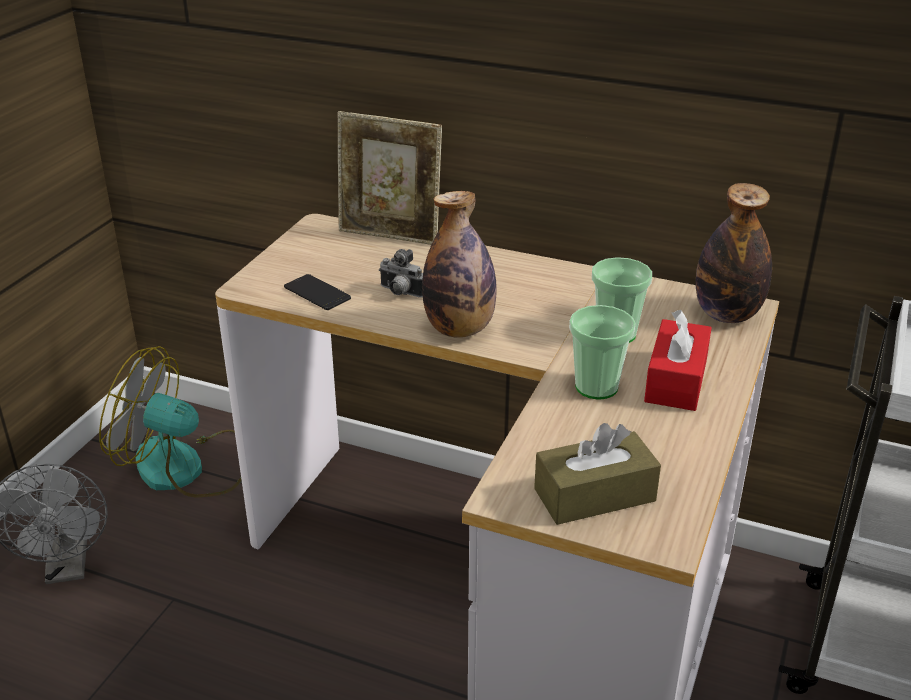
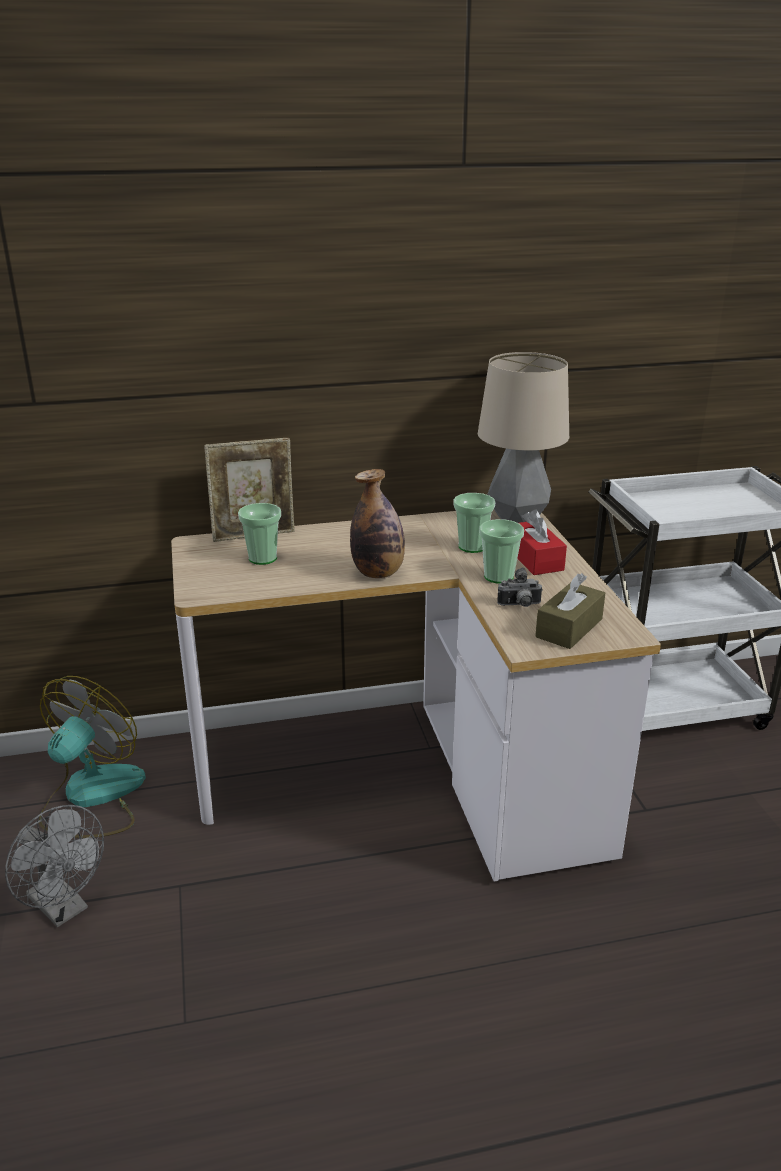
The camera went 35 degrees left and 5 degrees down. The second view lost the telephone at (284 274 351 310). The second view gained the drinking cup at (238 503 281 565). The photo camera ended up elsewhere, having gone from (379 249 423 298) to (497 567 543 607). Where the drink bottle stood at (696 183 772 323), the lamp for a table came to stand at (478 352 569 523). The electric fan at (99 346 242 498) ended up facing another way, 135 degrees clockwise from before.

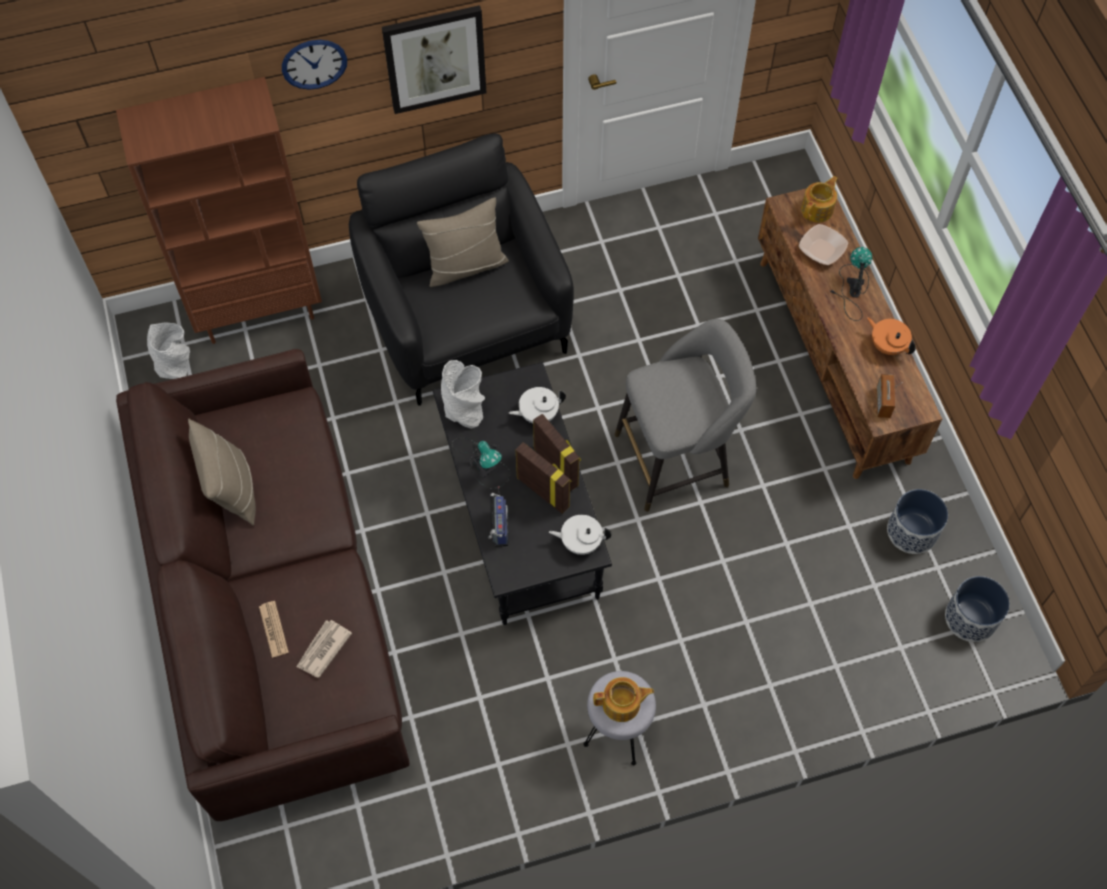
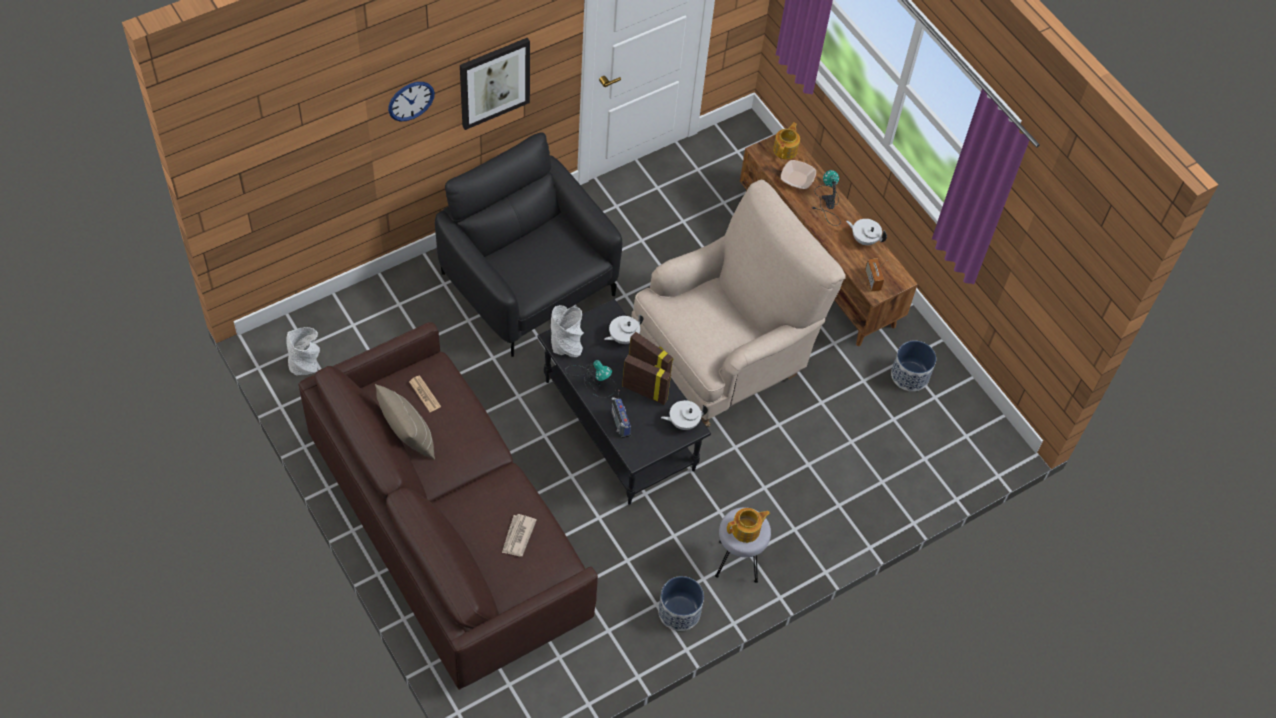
The camera went 20 degrees left and 5 degrees down. The second view lost the brownish shelving unit at (116 77 322 344). The second view lost the sand-coloured throw pillow at (417 197 509 287). The printed paper ended up elsewhere, having gone from (259 601 289 658) to (409 375 441 412). The flower pot ended up elsewhere, having gone from (945 576 1010 642) to (658 576 704 631). Where the greyish stool seat stood at (614 319 756 512), the sand-coloured lounge chair came to stand at (631 179 846 427). What was the orange tea pot at (867 317 916 355) turned into the whitish tea pot at (846 219 887 245).

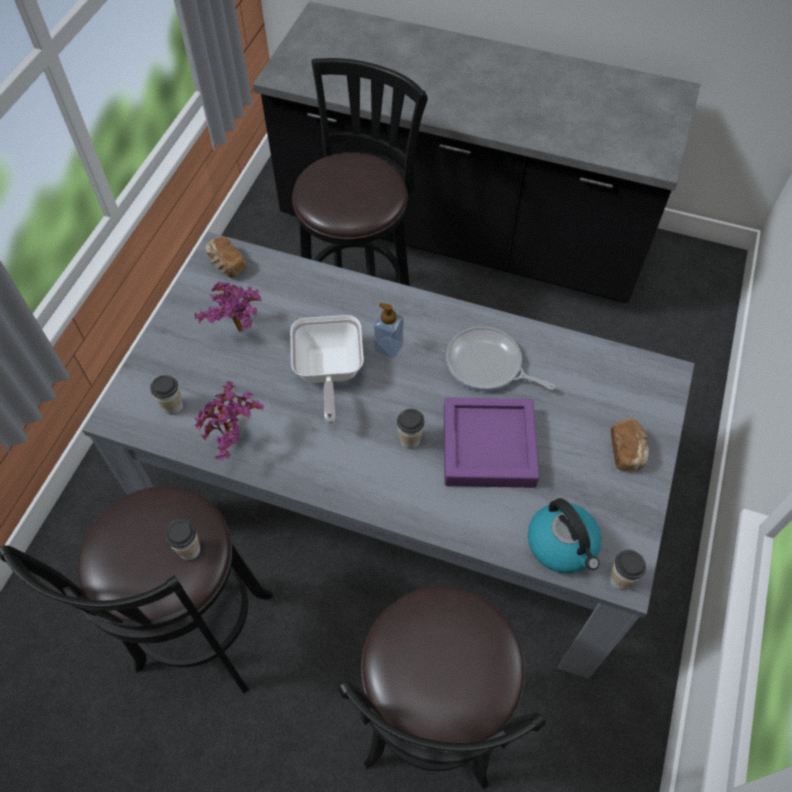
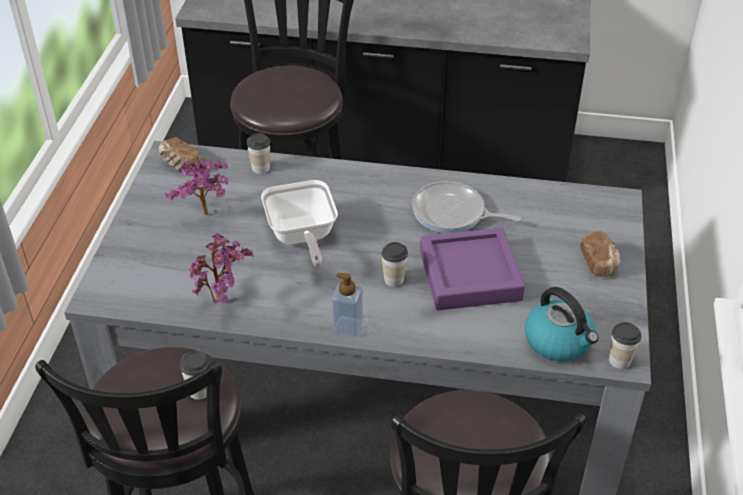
The camera went 10 degrees left and 15 degrees down. The drinking cup ended up elsewhere, having gone from (150 375 183 415) to (247 133 270 174). The soap dispenser ended up elsewhere, having gone from (374 303 403 358) to (332 273 363 337).

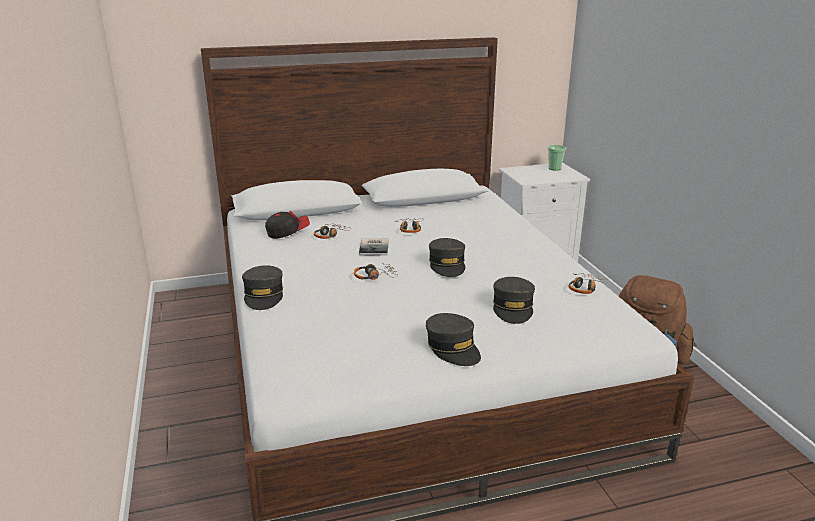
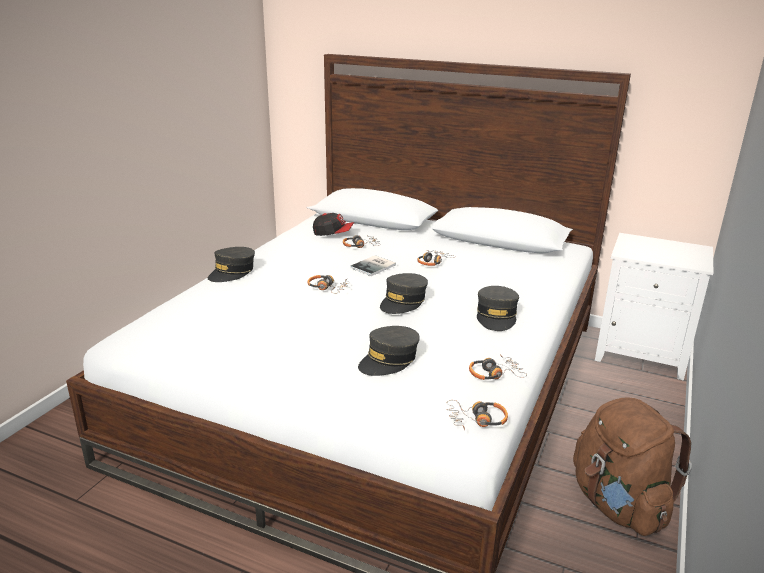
The camera went 40 degrees right and 0 degrees up. The second view lost the drinking cup at (548 145 566 171). The second view gained the pair of headphones at (446 400 508 430). The greyish cap ended up elsewhere, having gone from (426 313 481 366) to (477 286 519 331).

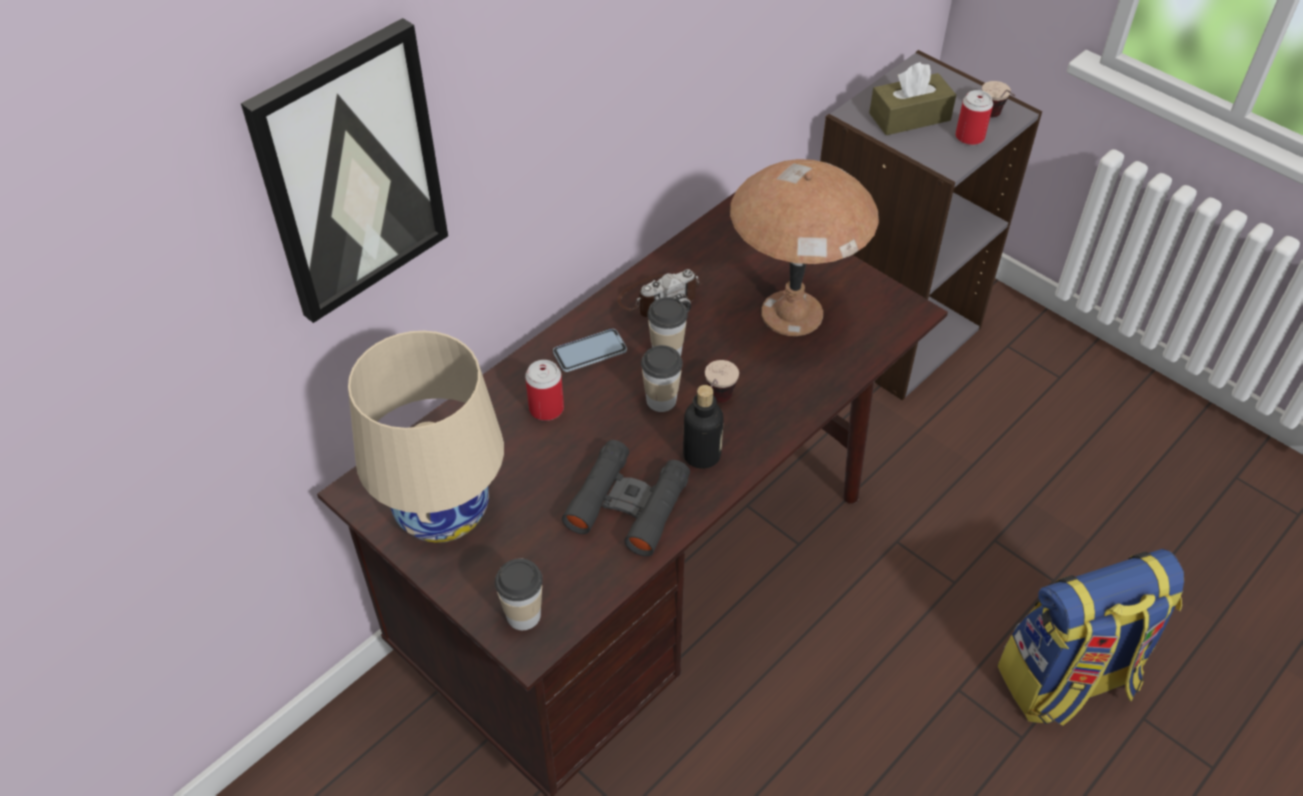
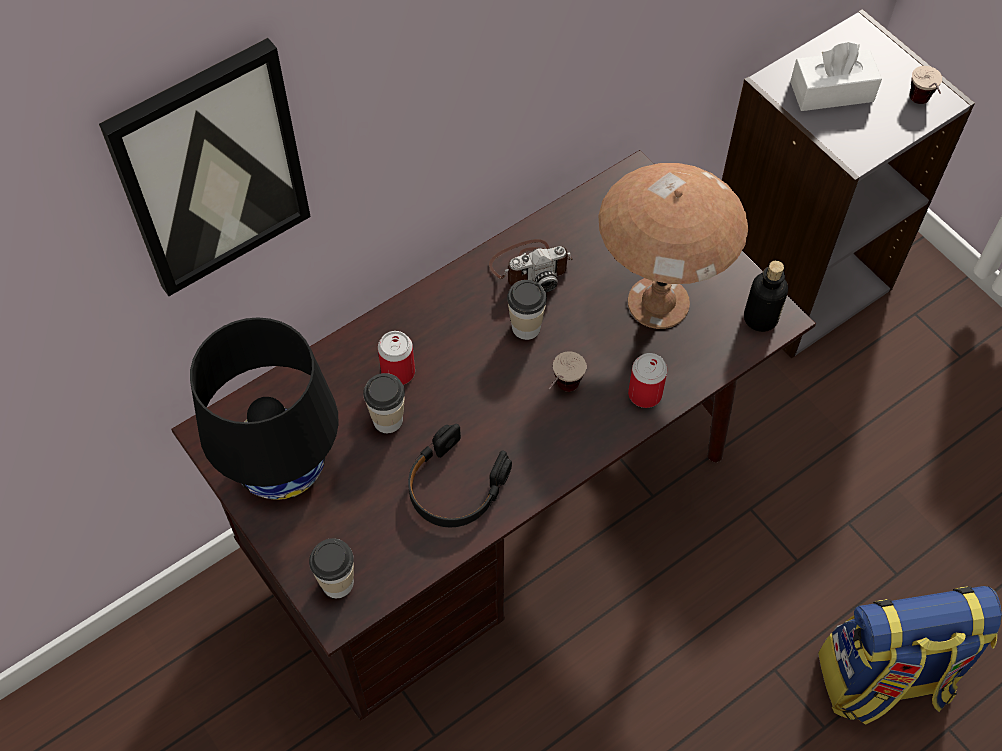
The camera went 10 degrees right and 10 degrees up. The second view lost the telephone at (553 329 627 372). The drinking cup ended up elsewhere, having gone from (641 345 683 412) to (363 373 405 433). The drink bottle ended up elsewhere, having gone from (683 385 724 469) to (744 261 788 332). The can ended up elsewhere, having gone from (955 90 993 145) to (628 353 667 408). Where the black-coloured pair of binoculars stood at (562 440 690 556), the black-coloured pair of headphones came to stand at (408 424 512 527). What was the sand-coloured lamp for a table at (348 331 504 543) turned into the black-coloured lamp for a table at (190 317 339 500). What was the brownish tissue box at (869 62 956 135) turned into the whitish tissue box at (790 42 882 111).

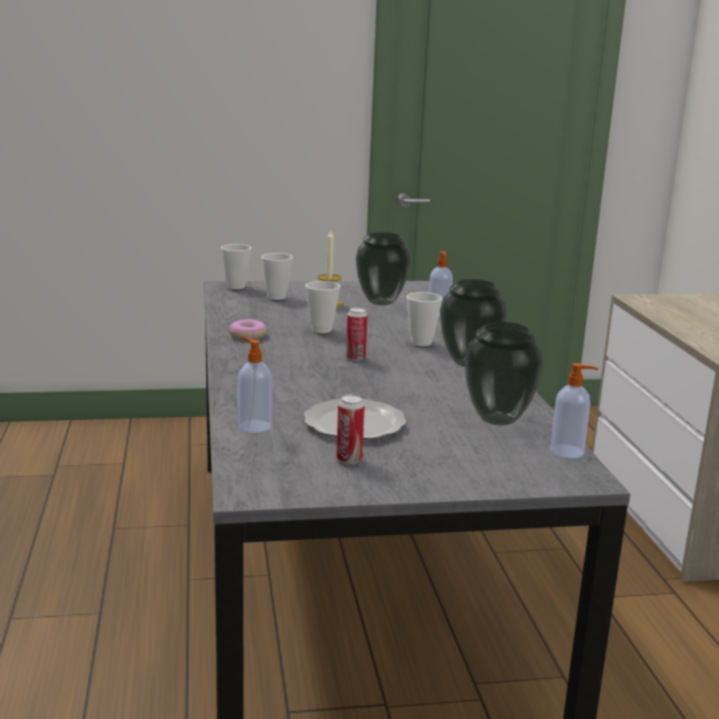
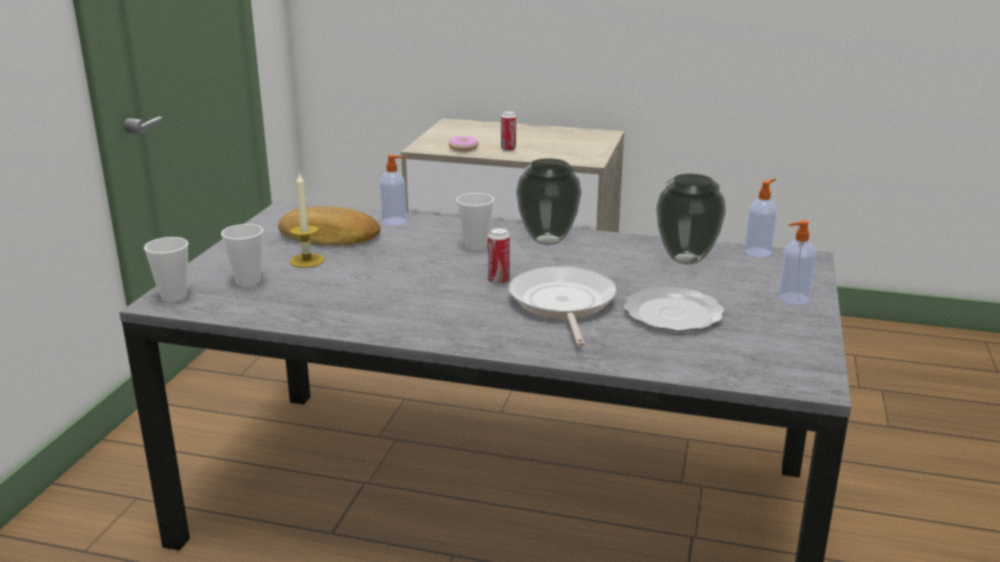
The camera went 65 degrees left and 5 degrees up. The second view lost the drinking cup at (305 281 340 333). The second view gained the pan at (509 266 617 347). The donut ended up elsewhere, having gone from (229 320 267 340) to (449 136 479 152). The soap dispenser ended up elsewhere, having gone from (238 337 272 433) to (779 220 816 305). The can ended up elsewhere, having gone from (336 395 365 464) to (501 111 516 151). Where the flower vase stood at (356 232 411 305), the bakery bread came to stand at (278 206 381 246).

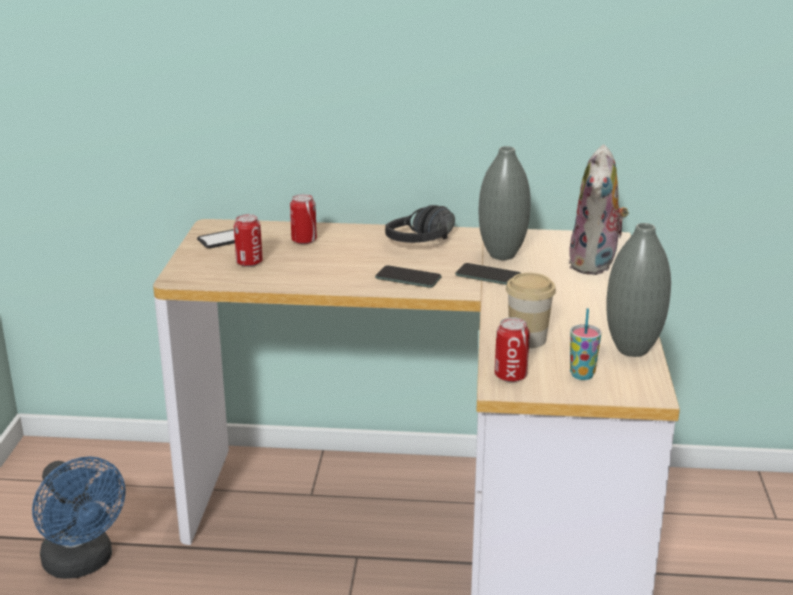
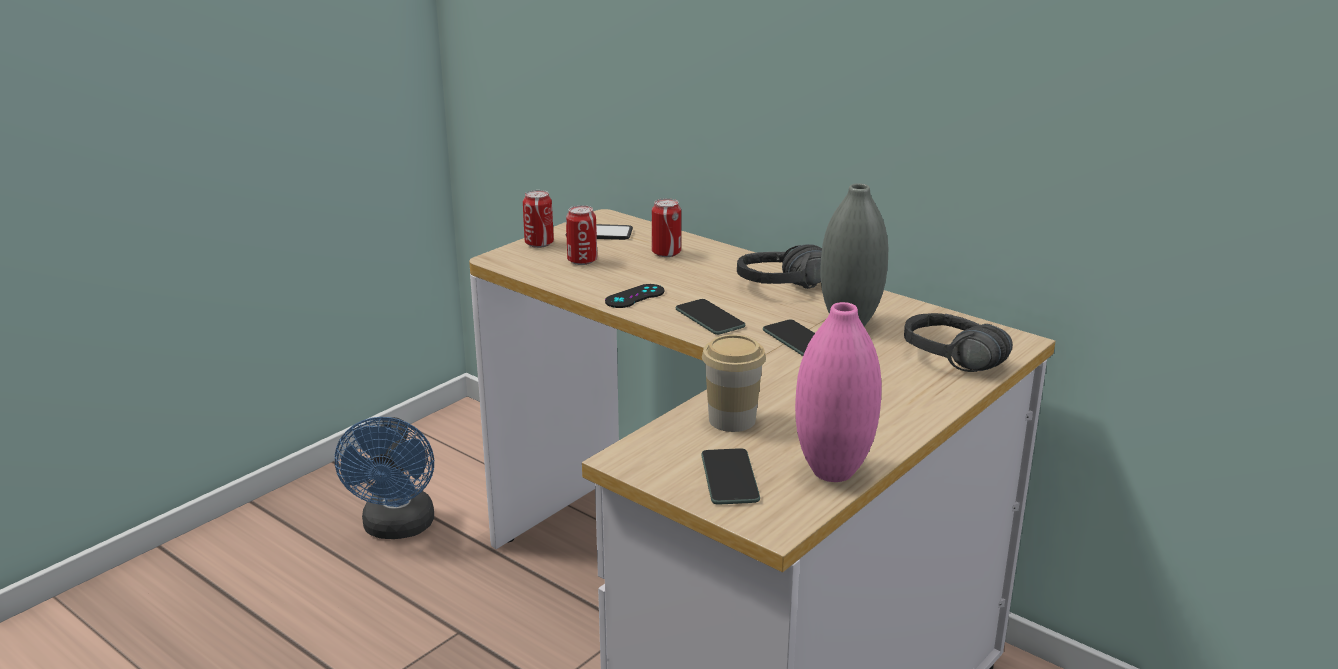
The camera went 35 degrees right and 0 degrees up. The second view gained the black-coloured joypad at (605 284 664 308). The can ended up elsewhere, having gone from (495 317 530 382) to (523 190 554 248). Where the plush toy stood at (568 144 629 275), the black-coloured pair of headphones came to stand at (904 313 1013 372). Where the drinking cup stood at (570 308 601 380), the telephone came to stand at (701 448 760 505). What was the greyish flower vase at (606 223 671 357) turned into the pinkish flower vase at (795 302 882 482).

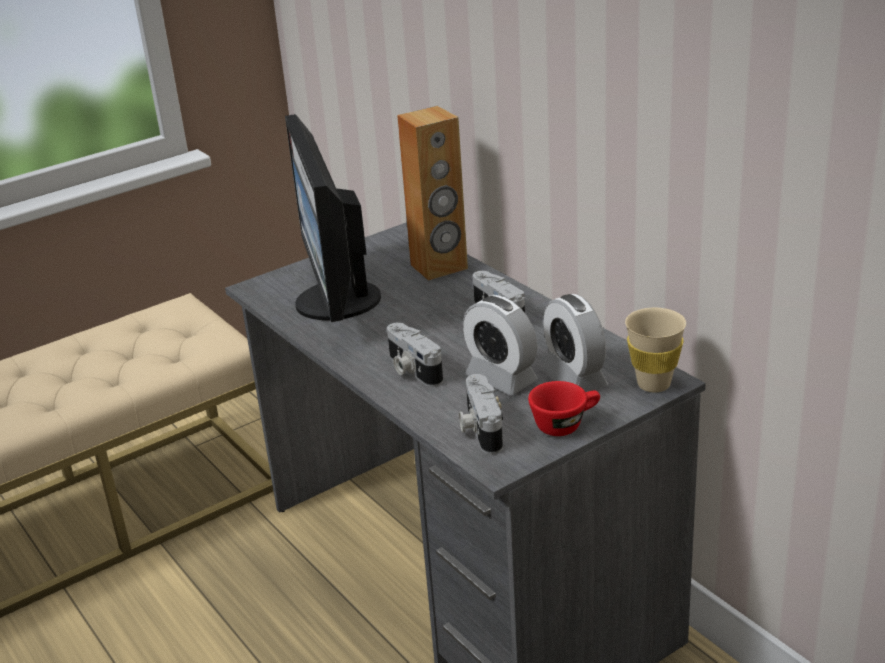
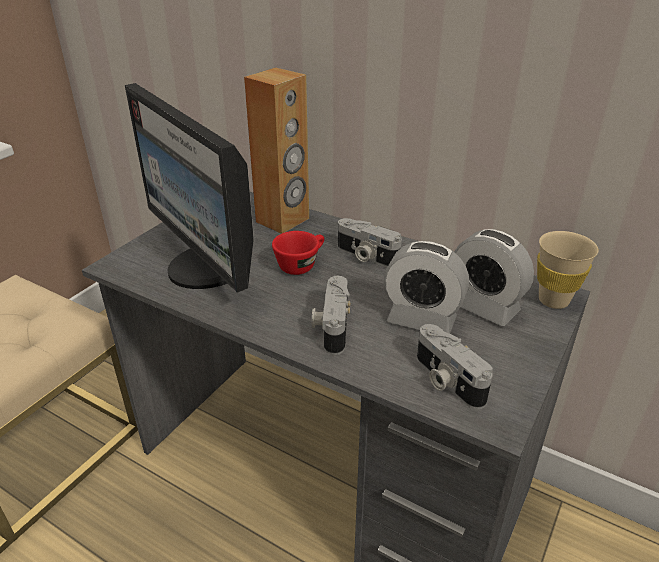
The camera went 25 degrees left and 5 degrees up. The red drinking cup ended up elsewhere, having gone from (528 381 600 436) to (272 231 324 275). The photo camera at (387 322 443 387) ended up facing another way, 60 degrees clockwise from before.

